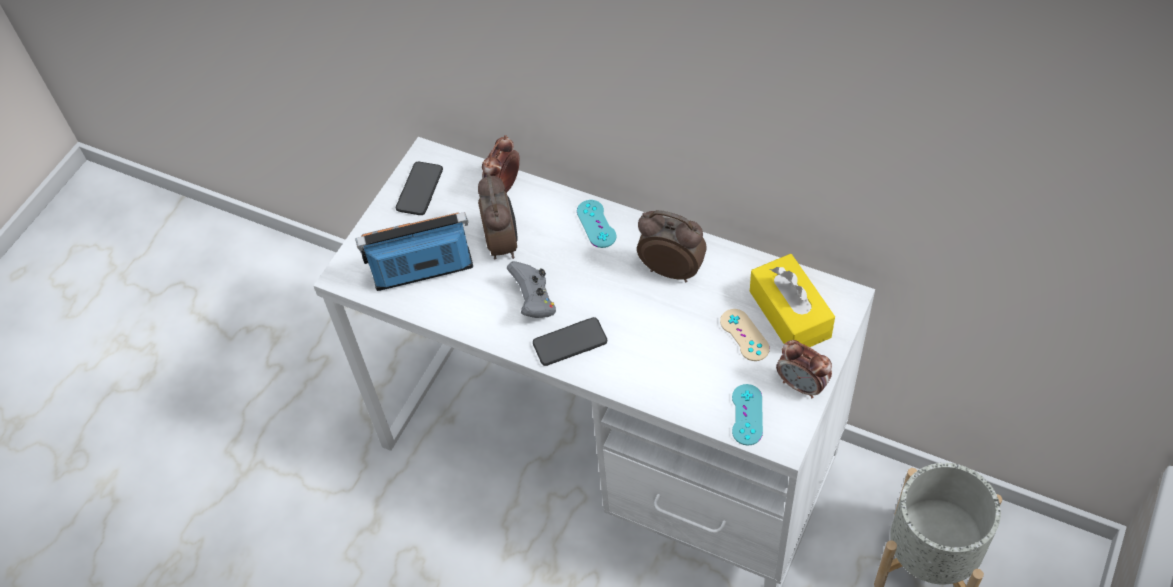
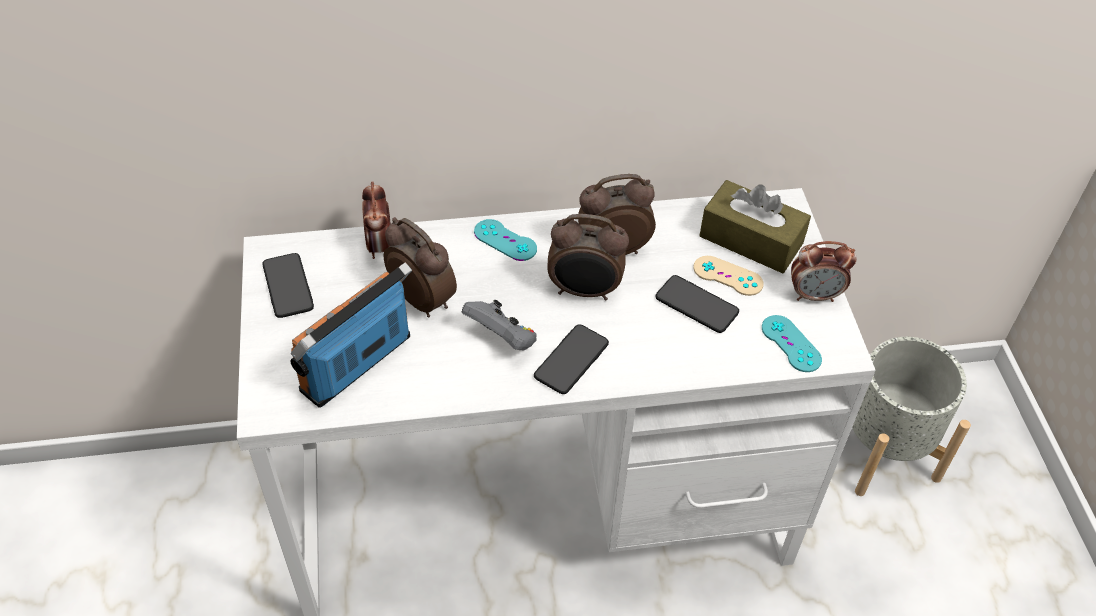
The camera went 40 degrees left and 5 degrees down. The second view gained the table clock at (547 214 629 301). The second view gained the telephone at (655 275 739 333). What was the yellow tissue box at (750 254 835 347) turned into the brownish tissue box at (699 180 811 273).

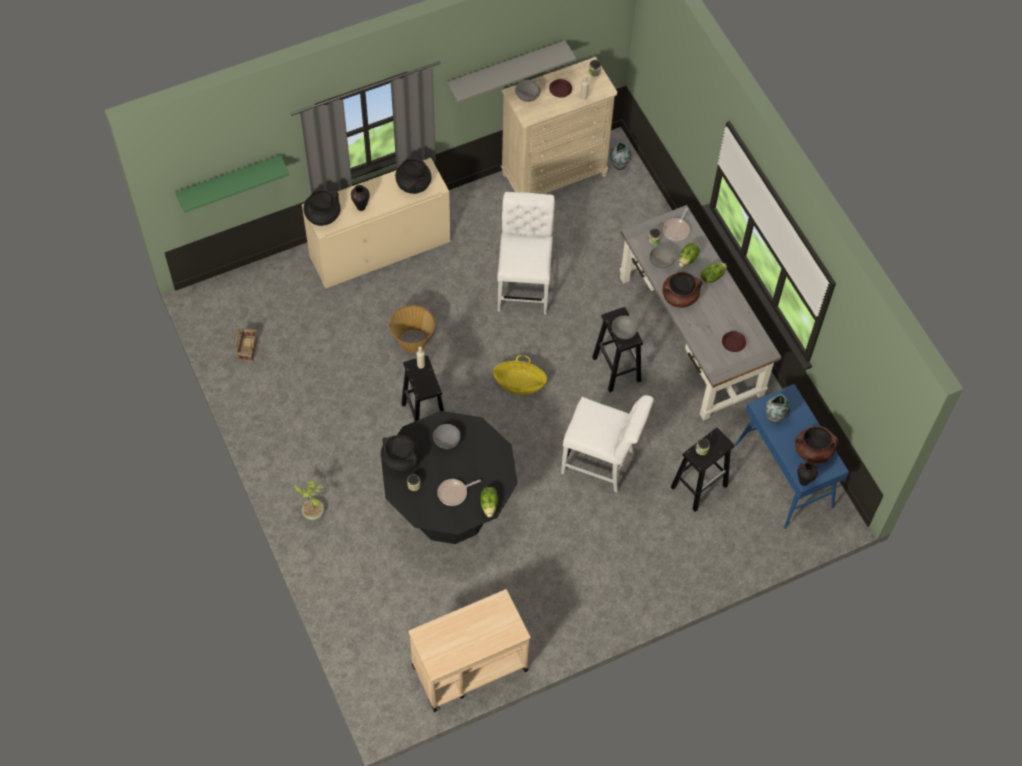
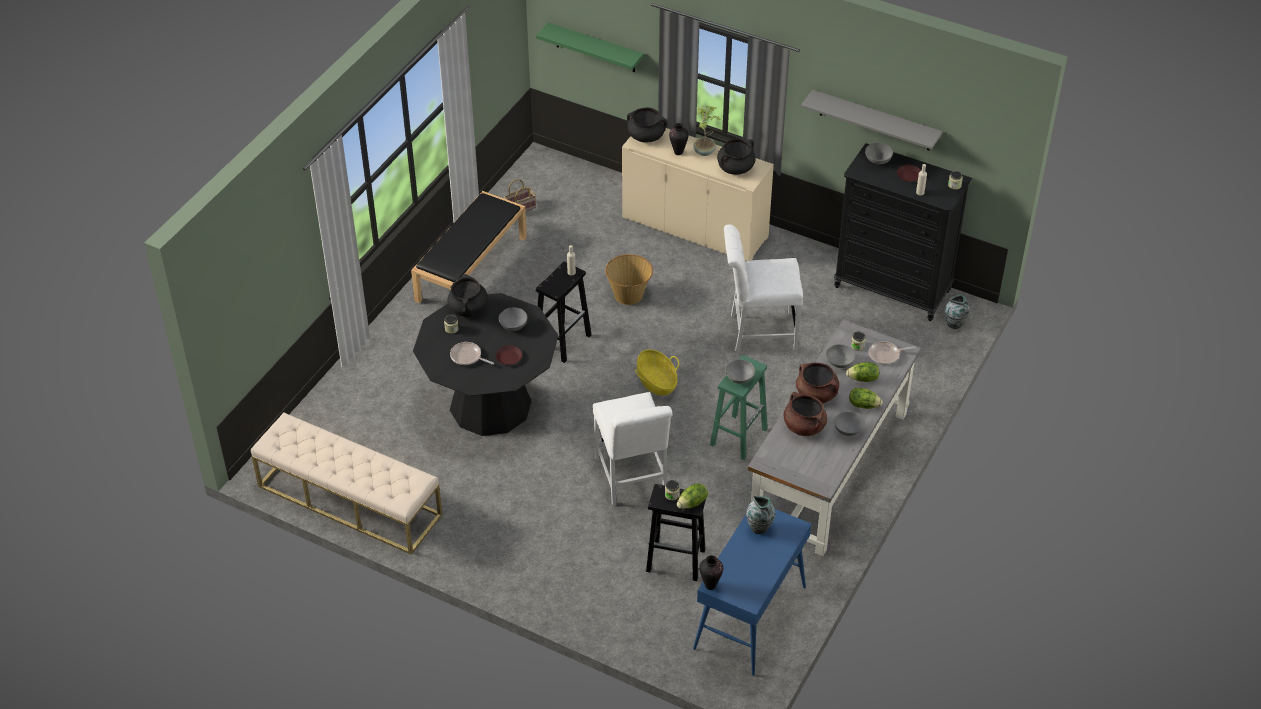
The camera went 55 degrees right and 15 degrees down. The second view gained the black-coloured long seat at (411 191 527 303). The second view gained the greyish bowl at (834 411 865 436). The houseplant ended up elsewhere, having gone from (293 480 324 520) to (693 106 719 156). The lettuce ended up elsewhere, having gone from (480 487 498 517) to (677 483 708 509). The brownish flat dish ended up elsewhere, having gone from (722 331 746 352) to (496 346 522 365). The brownish stockpot ended up elsewhere, having gone from (795 426 838 464) to (784 392 827 436). Where the sand-coloured wheeled cart stood at (408 589 530 712), the sand-coloured long seat came to stand at (251 413 442 555). What was the sand-coloured chest of drawers at (501 57 617 194) turned into the black-coloured chest of drawers at (834 143 972 321). What was the black-coloured stool seat at (592 307 643 392) turned into the green stool seat at (710 355 768 460). The whitish upright chair at (497 192 555 315) ended up facing another way, 150 degrees counterclockwise from before.

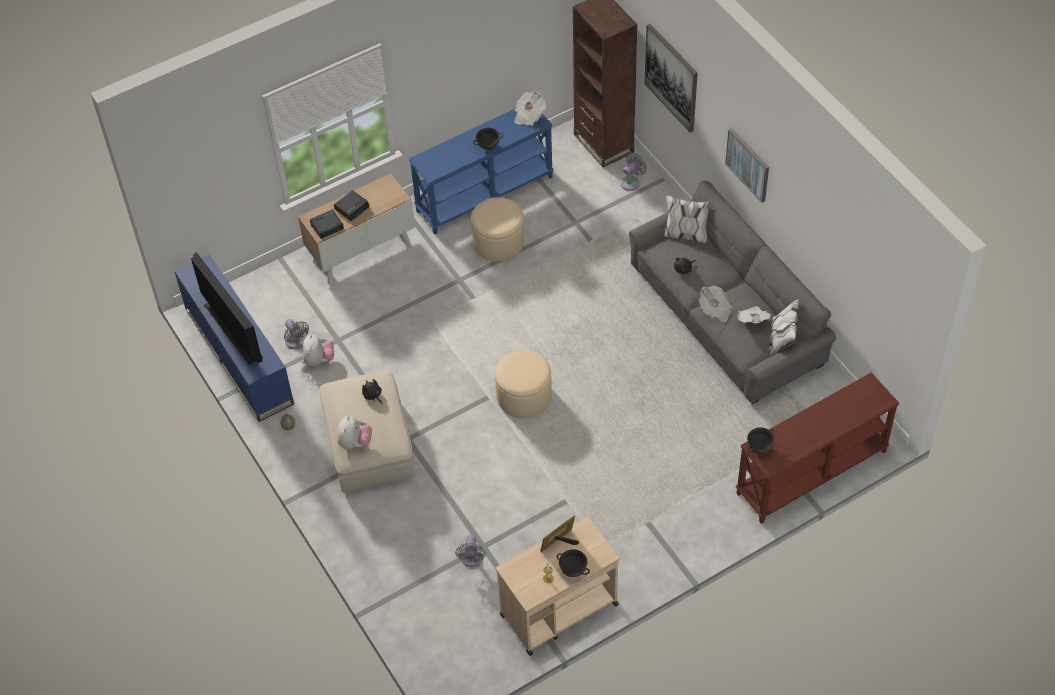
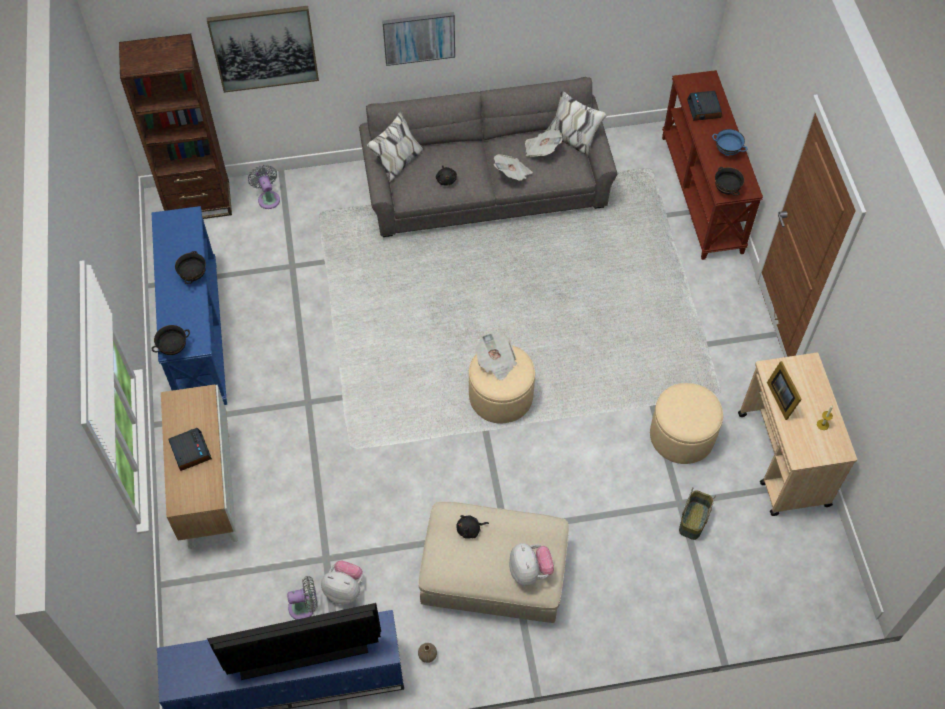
The camera went 70 degrees left and 5 degrees up. The second view gained the bluish bowl at (712 129 748 156). The table clock ended up elsewhere, having gone from (310 209 344 239) to (687 91 722 121). The sand-coloured pouffe ended up elsewhere, having gone from (471 197 525 261) to (650 383 723 464). The printed paper ended up elsewhere, having gone from (514 91 546 126) to (475 333 517 381). The black-coloured bowl ended up elsewhere, having gone from (557 549 590 577) to (151 325 190 355). Where the greyish electric fan stood at (455 535 486 567), the household basket came to stand at (679 487 716 540). The plush toy at (337 416 372 449) ended up facing another way, 45 degrees clockwise from before.

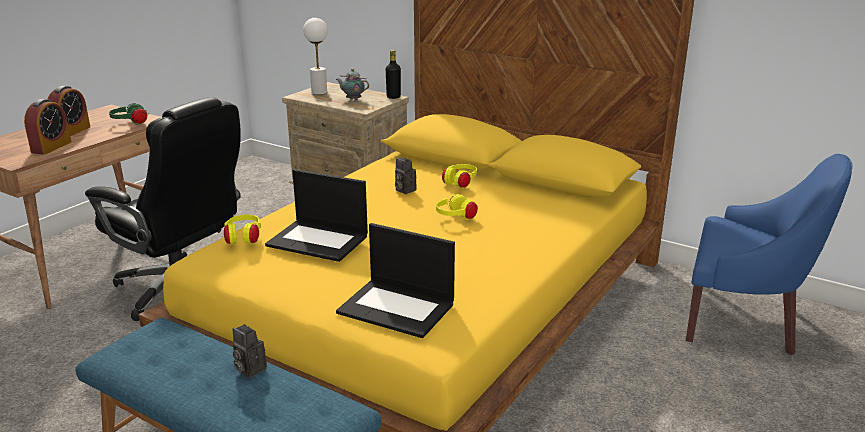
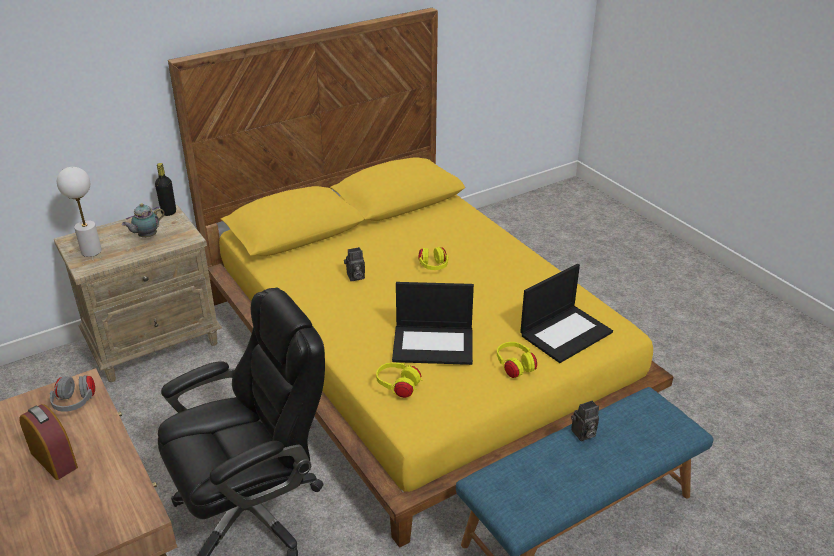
The camera went 65 degrees left and 10 degrees up. The second view lost the table clock at (24 99 71 155). The second view lost the bluish lounge chair at (686 154 852 355). The yellow pair of headphones ended up elsewhere, having gone from (442 164 477 188) to (497 342 537 378). What was the green pair of headphones at (109 103 149 125) turned into the greyish pair of headphones at (50 375 95 412). The portable computer at (265 169 368 262) ended up facing another way, 45 degrees clockwise from before.

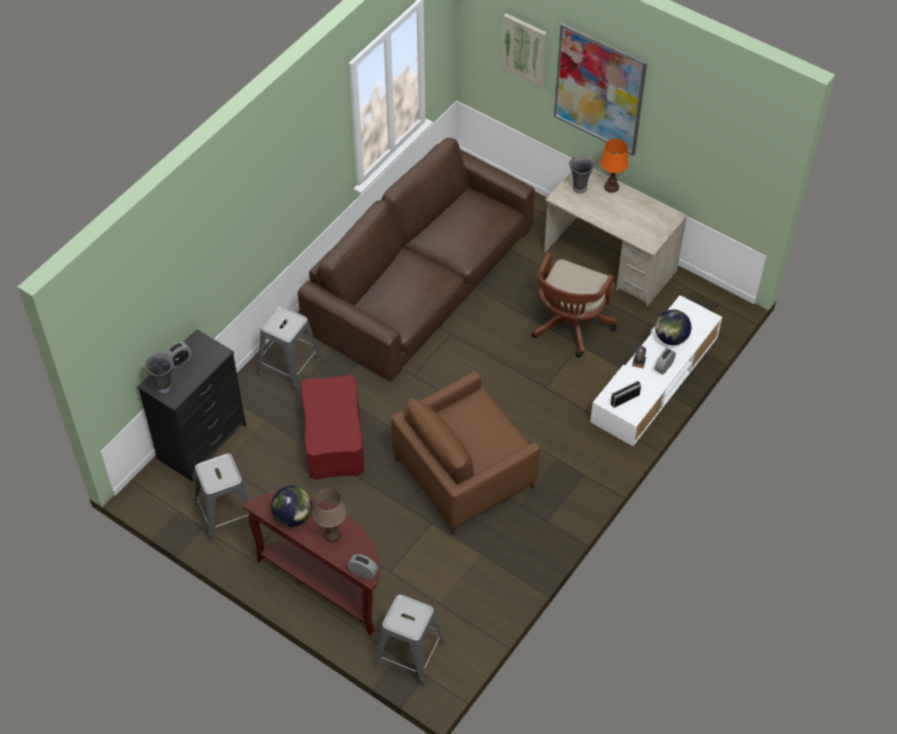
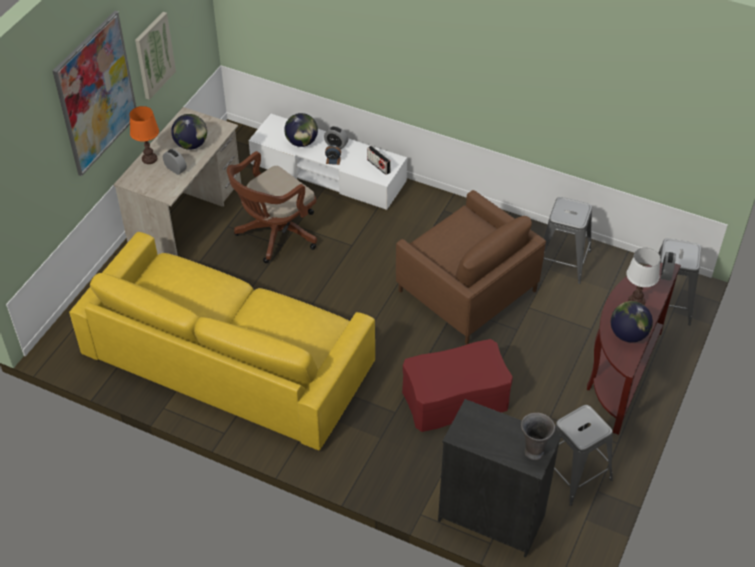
The camera went 100 degrees left and 5 degrees down. The second view lost the greyish flower vase at (569 155 594 193). The second view gained the desk globe at (171 114 207 150). The table clock ended up elsewhere, having gone from (165 342 192 369) to (163 149 187 175). The greyish stool seat ended up elsewhere, having gone from (257 306 322 393) to (543 197 592 284). The wall art ended up elsewhere, having gone from (501 13 547 88) to (135 12 176 100). What was the brownish settee at (298 138 535 382) turned into the yellow settee at (69 232 375 450). What was the brownish lamp for a table at (313 488 346 542) turned into the whitish lamp for a table at (626 248 661 305). The brownish desk chair at (532 252 617 358) ended up facing another way, 120 degrees clockwise from before.

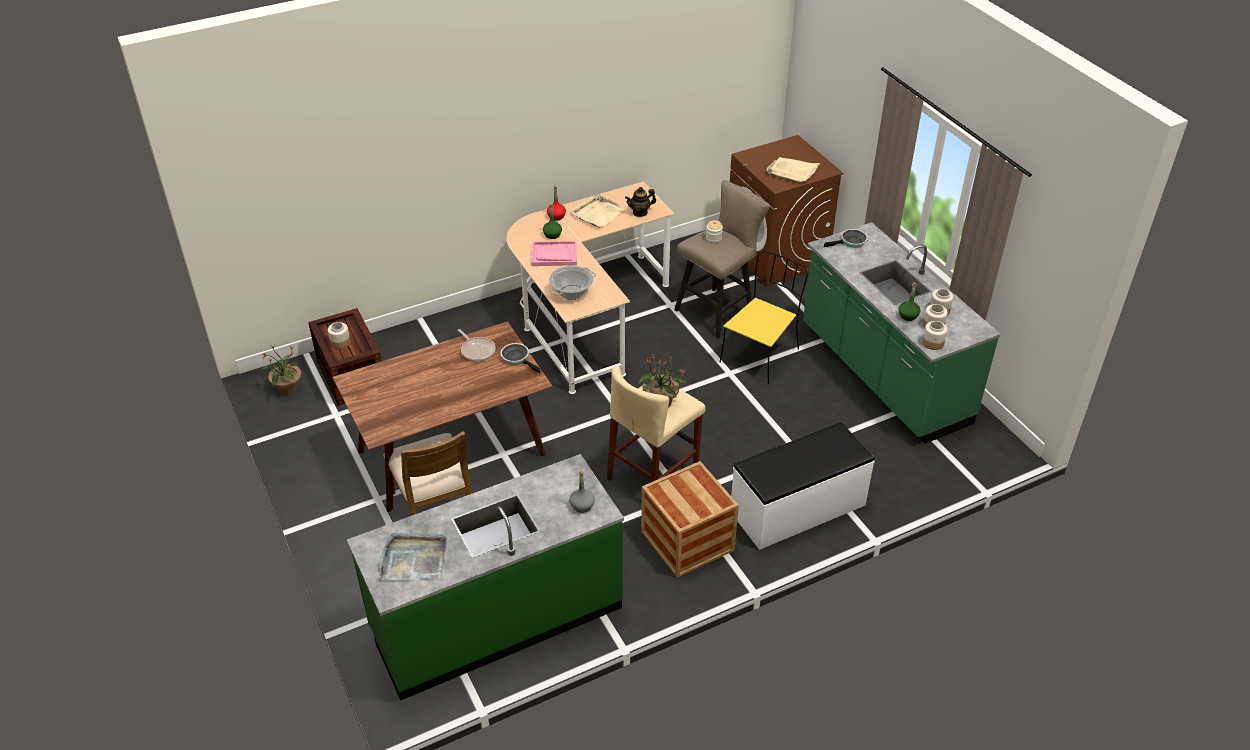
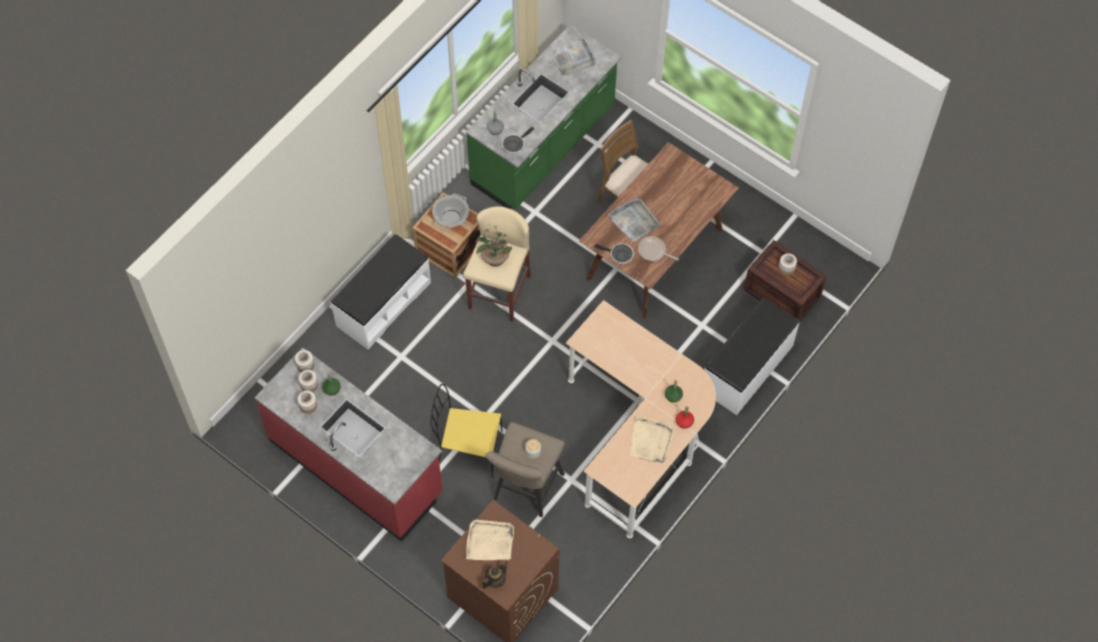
The camera went 155 degrees right and 20 degrees up. The second view lost the houseplant at (262 345 302 395). The second view lost the pinkish serving tray at (531 241 577 266). The second view gained the greyish serving tray at (608 198 659 242). The second view gained the whitish long seat at (705 297 800 415). The stockpot ended up elsewhere, having gone from (547 266 596 300) to (432 193 469 231). The tea pot ended up elsewhere, having gone from (625 187 656 217) to (482 562 508 589). The pan ended up elsewhere, having gone from (824 229 868 248) to (502 127 534 154). What was the green kitchen counter at (803 222 1001 444) turned into the red kitchen counter at (254 347 443 542). The yellow upright chair at (719 251 808 384) ended up facing another way, 90 degrees clockwise from before.

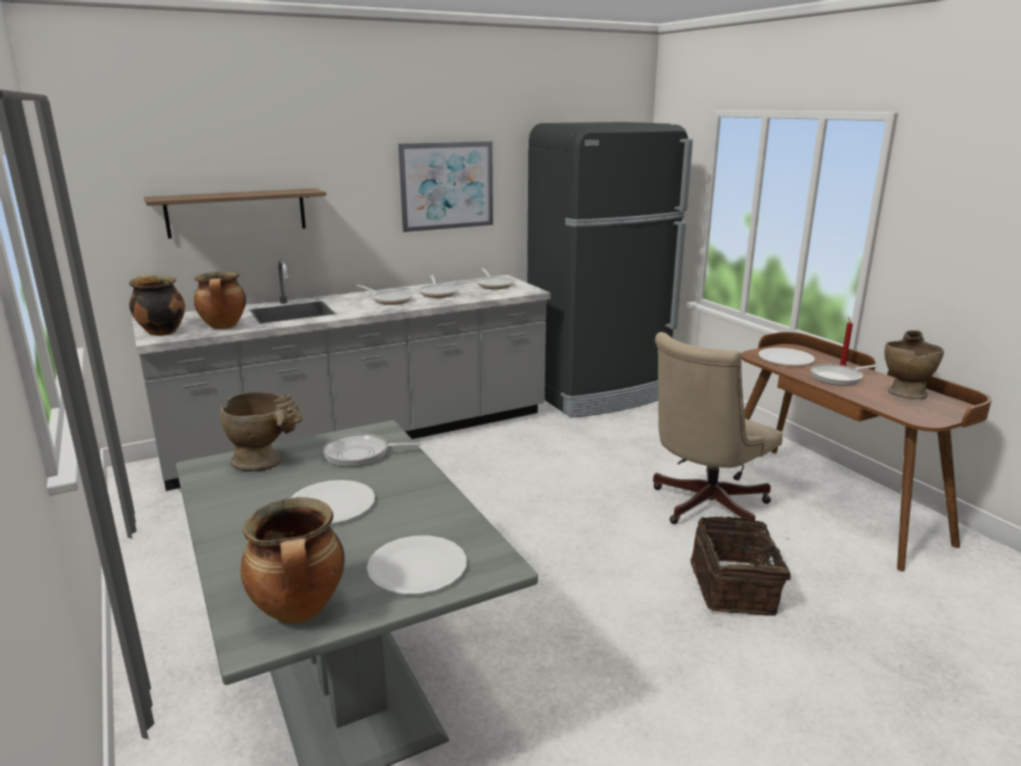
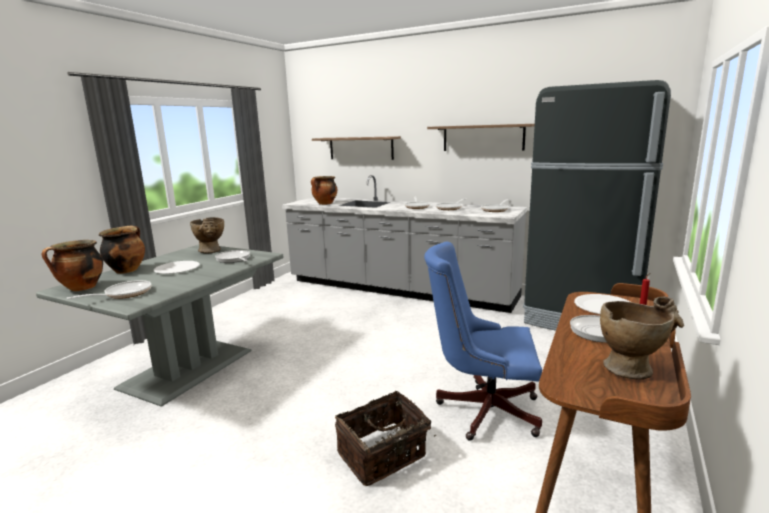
The camera went 55 degrees right and 5 degrees down. The stockpot ended up elsewhere, having gone from (129 275 185 336) to (99 225 145 274). Where the whitish flat dish stood at (367 535 467 595), the pan came to stand at (67 280 152 299). Where the wall art hung at (398 141 493 232), the shelf came to hang at (427 124 535 151). What was the sand-coloured desk chair at (653 332 783 524) turned into the bluish desk chair at (424 242 542 441).

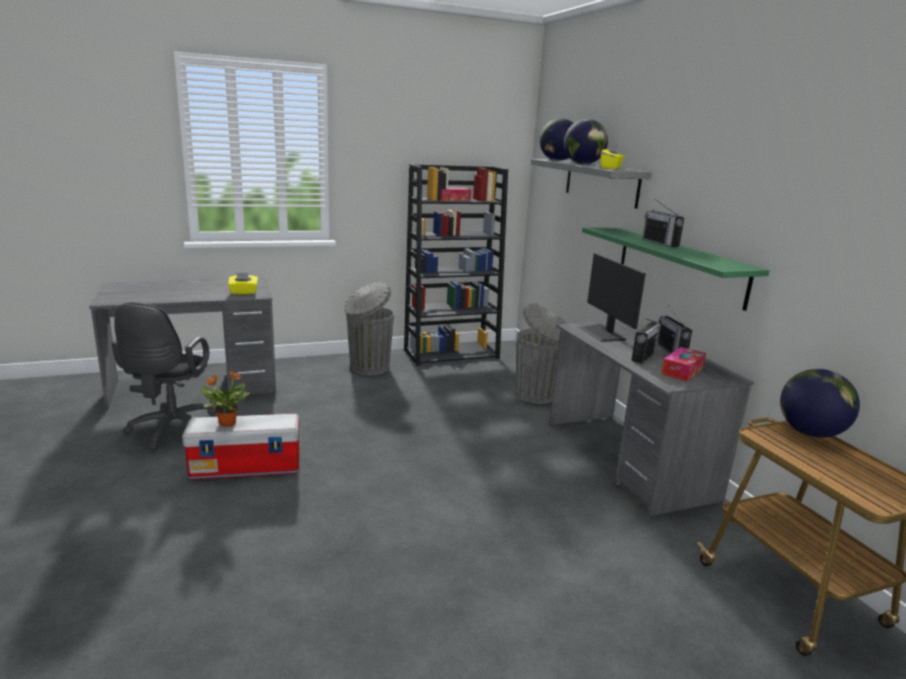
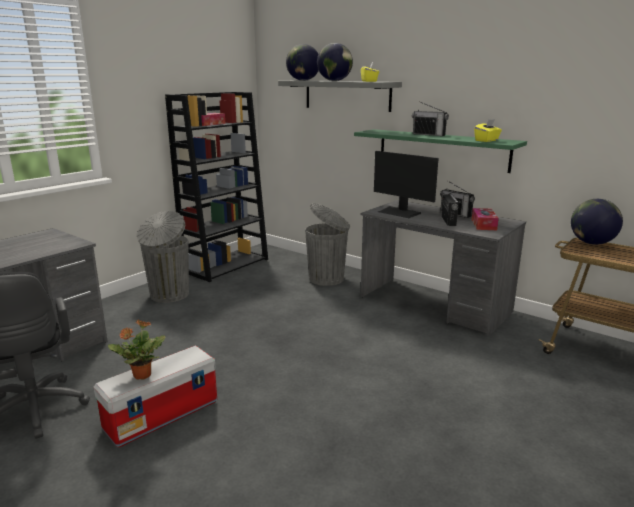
The camera went 30 degrees left and 0 degrees up. The yellow tissue box ended up elsewhere, having gone from (228 273 258 295) to (474 119 502 142).

